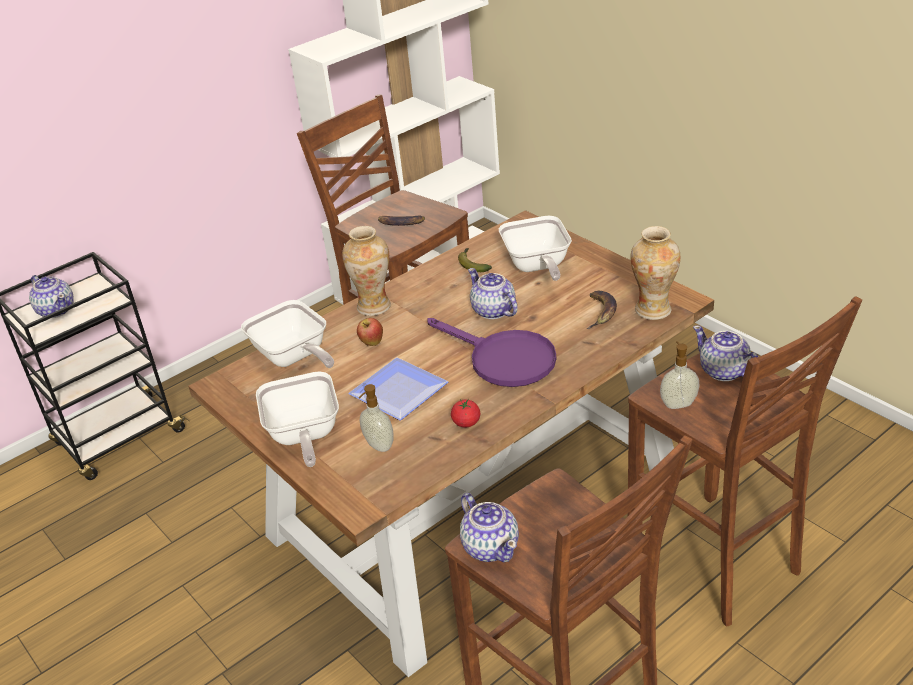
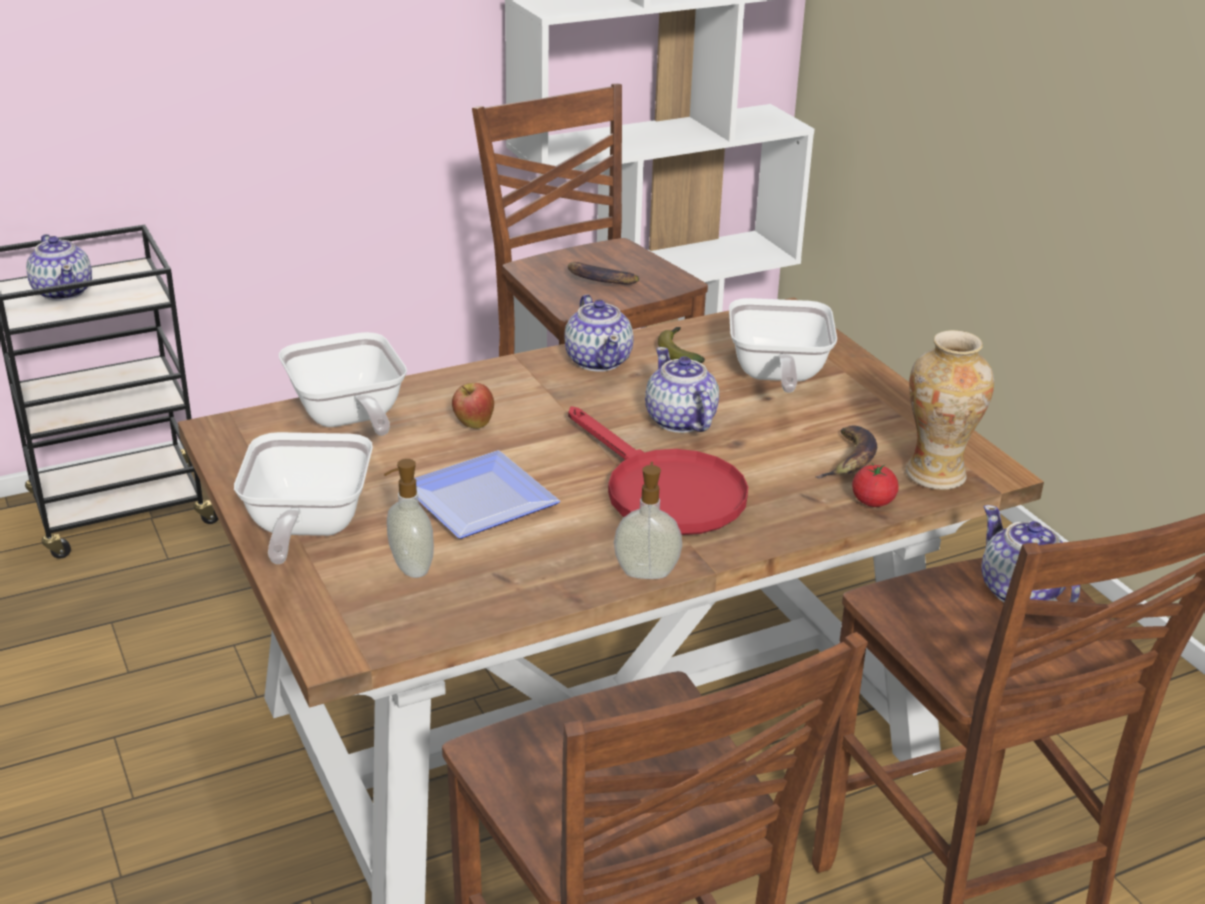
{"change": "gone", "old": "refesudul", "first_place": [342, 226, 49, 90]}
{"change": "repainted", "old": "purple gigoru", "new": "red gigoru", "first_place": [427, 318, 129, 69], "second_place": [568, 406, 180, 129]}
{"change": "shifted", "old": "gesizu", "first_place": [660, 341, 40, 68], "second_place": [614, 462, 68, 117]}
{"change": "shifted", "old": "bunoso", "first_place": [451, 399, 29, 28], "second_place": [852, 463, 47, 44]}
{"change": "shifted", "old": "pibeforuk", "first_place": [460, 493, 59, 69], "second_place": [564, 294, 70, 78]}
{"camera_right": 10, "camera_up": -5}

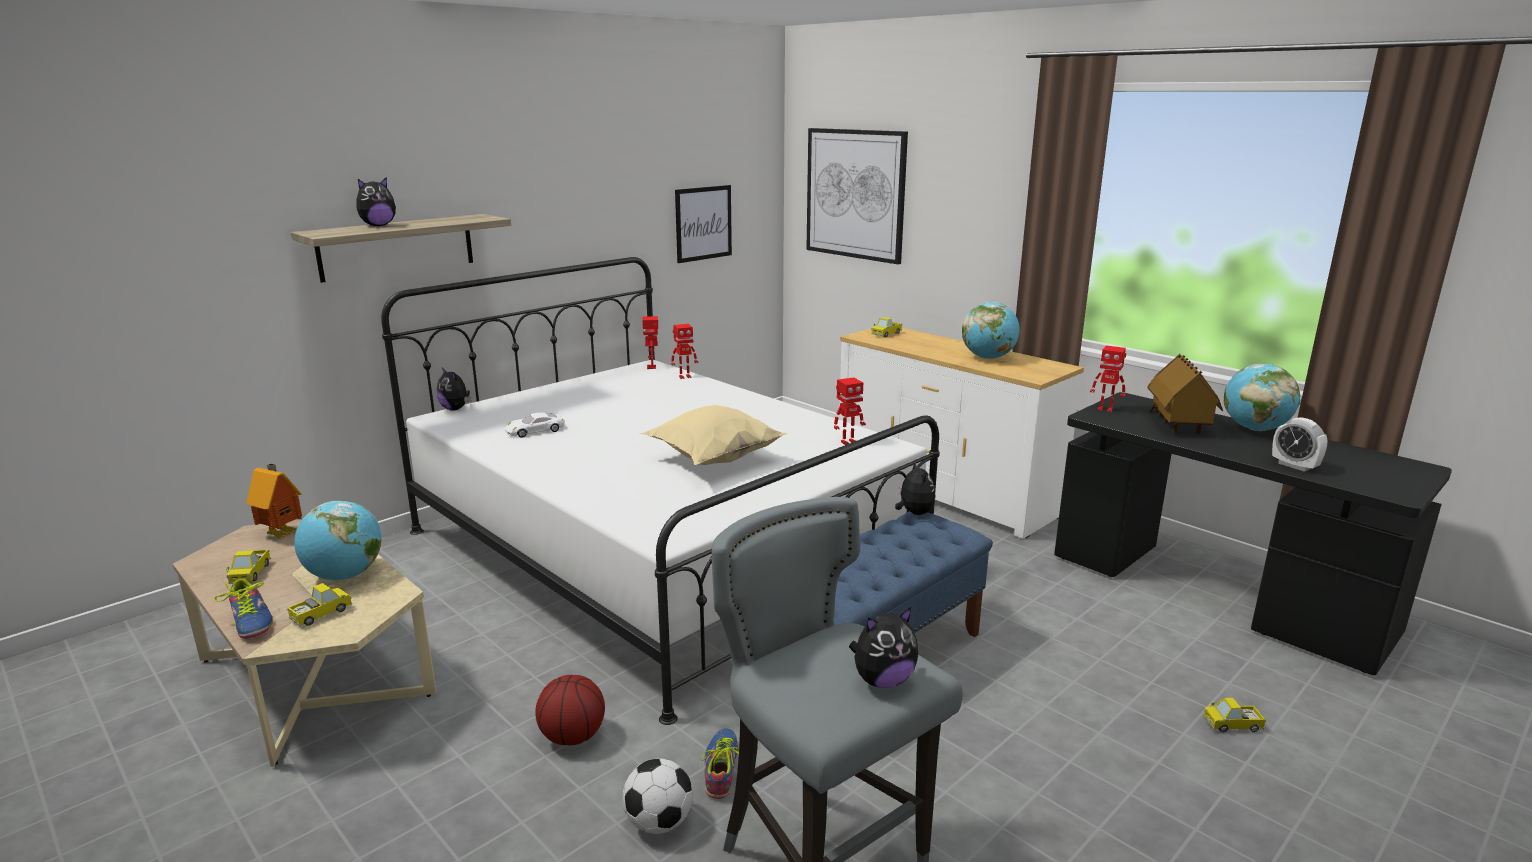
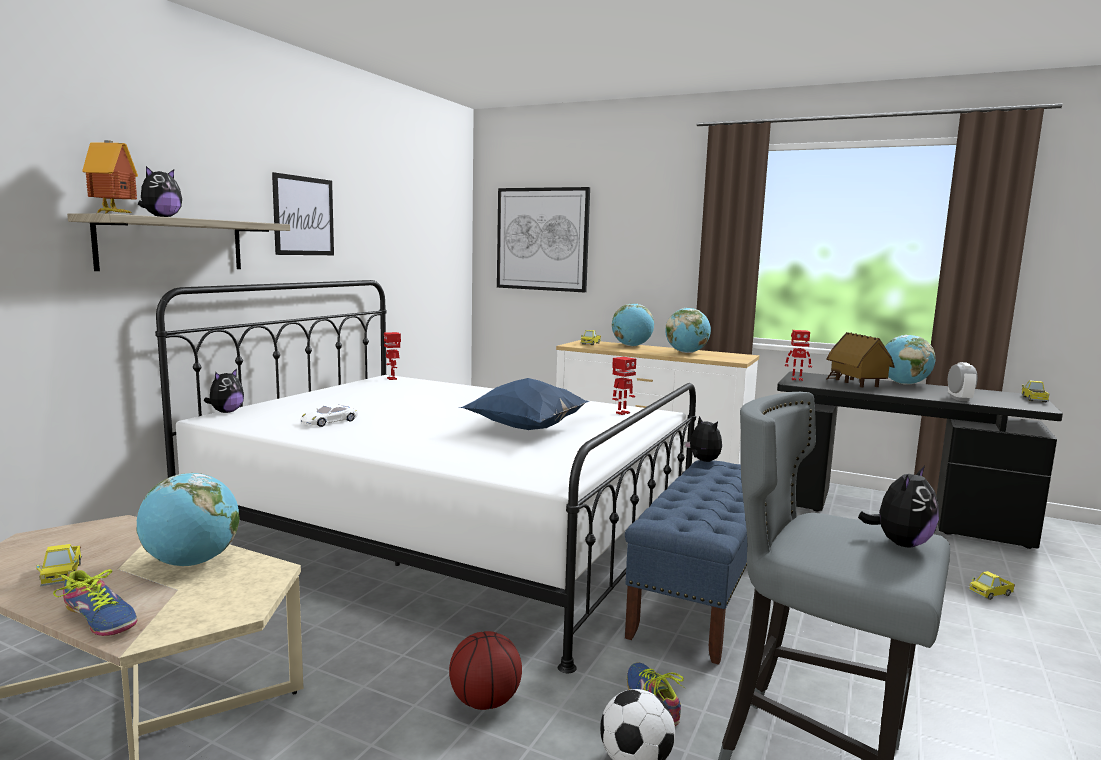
{"change": "shifted", "old": "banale", "first_place": [675, 185, 57, 78], "second_place": [272, 172, 62, 83]}
{"change": "gone", "old": "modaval", "first_place": [671, 324, 27, 55]}
{"change": "rotated", "old": "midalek", "first_place": [437, 367, 34, 44], "second_place": [204, 368, 40, 45], "degrees": -90}
{"change": "repainted", "old": "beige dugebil", "new": "blue dugebil", "first_place": [639, 405, 149, 60], "second_place": [459, 378, 130, 52]}
{"change": "rotated", "old": "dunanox", "first_place": [1272, 417, 56, 55], "second_place": [948, 362, 30, 39], "degrees": -120}
{"change": "shifted", "old": "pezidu", "first_place": [246, 463, 56, 76], "second_place": [82, 140, 56, 73]}
{"change": "shifted", "old": "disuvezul", "first_place": [287, 583, 65, 43], "second_place": [1021, 380, 29, 22]}
{"change": "new", "new": "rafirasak", "second_place": [612, 303, 42, 43]}
{"camera_right": -20, "camera_up": -10}

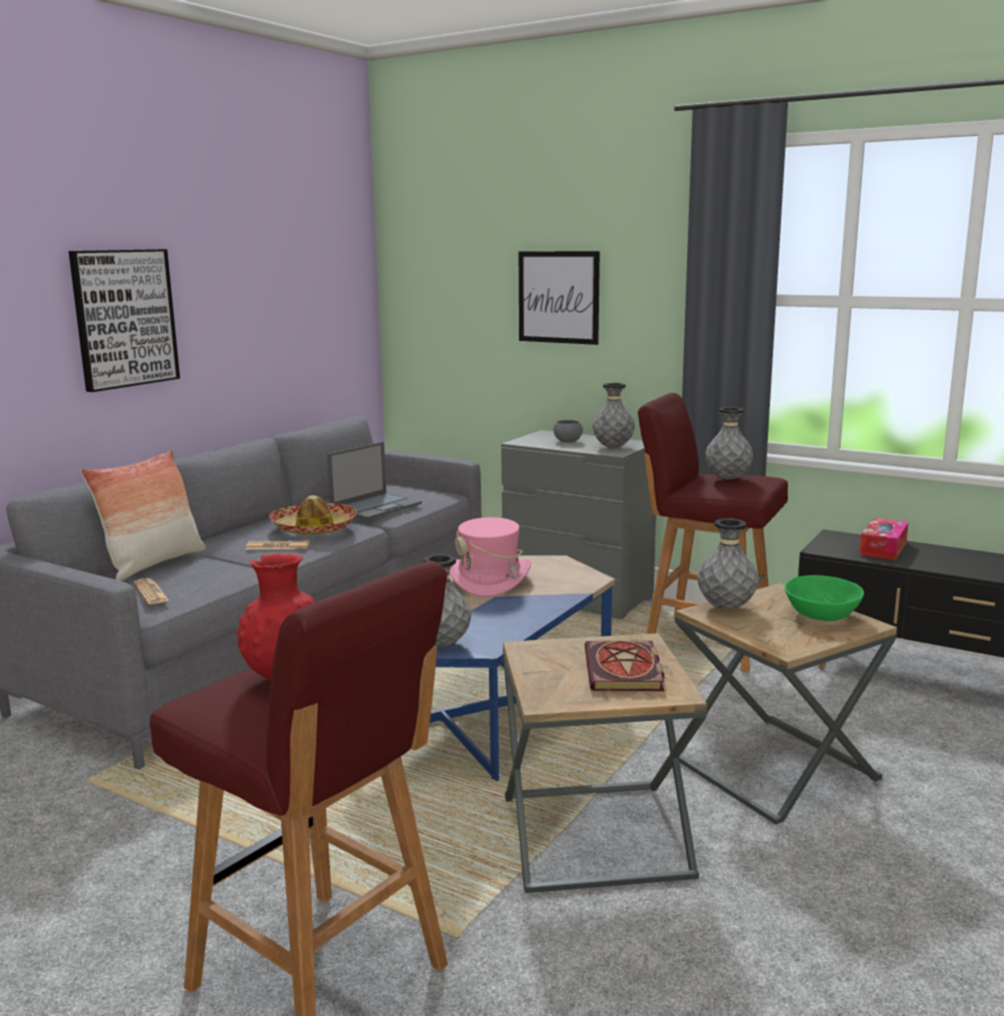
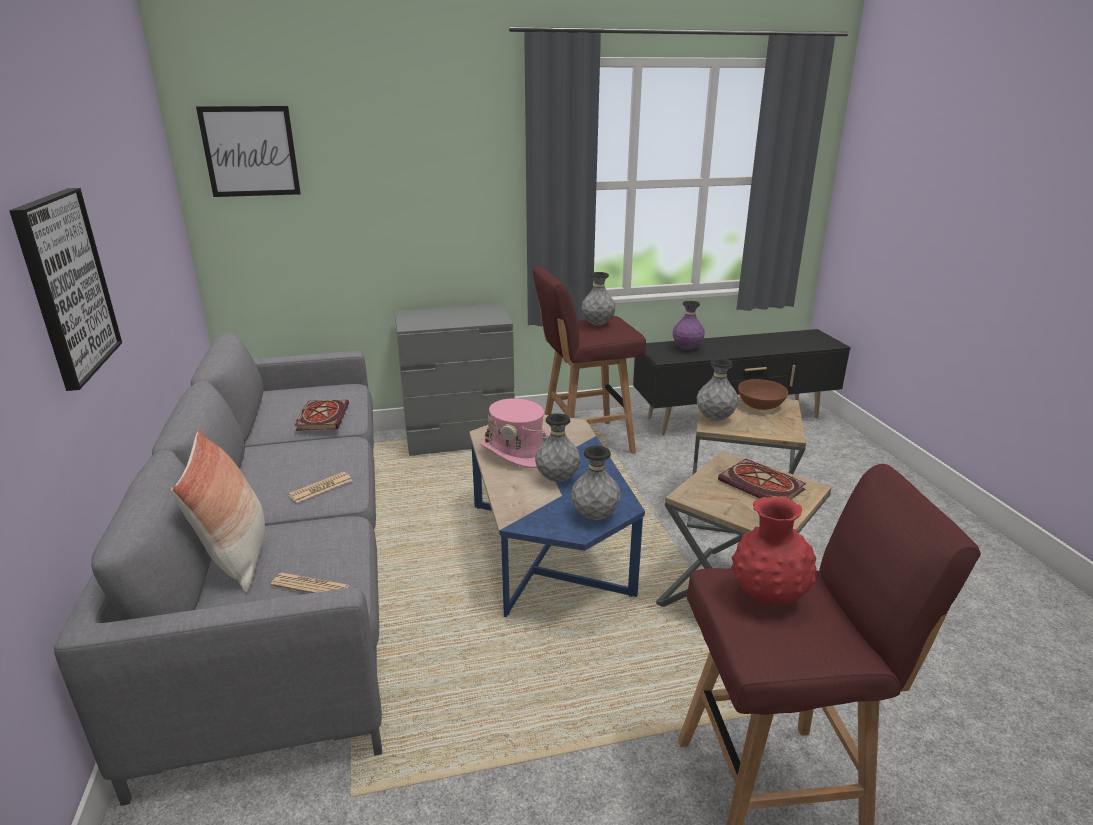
{"change": "shifted", "old": "banale", "first_place": [519, 251, 81, 94], "second_place": [196, 106, 105, 91]}
{"change": "shifted", "old": "grey refesudul", "first_place": [592, 383, 43, 65], "second_place": [535, 413, 45, 69]}
{"change": "gone", "old": "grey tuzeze", "first_place": [553, 420, 30, 22]}
{"change": "swapped", "old": "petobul", "new": "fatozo", "first_place": [327, 442, 95, 77], "second_place": [295, 400, 54, 31]}
{"change": "gone", "old": "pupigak", "first_place": [269, 495, 88, 40]}
{"change": "swapped", "old": "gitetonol", "new": "purple refesudul", "first_place": [859, 518, 50, 42], "second_place": [673, 301, 32, 49]}
{"change": "repainted", "old": "green tuzeze", "new": "brown tuzeze", "first_place": [784, 575, 80, 46], "second_place": [738, 379, 50, 31]}
{"camera_right": -45, "camera_up": 10}

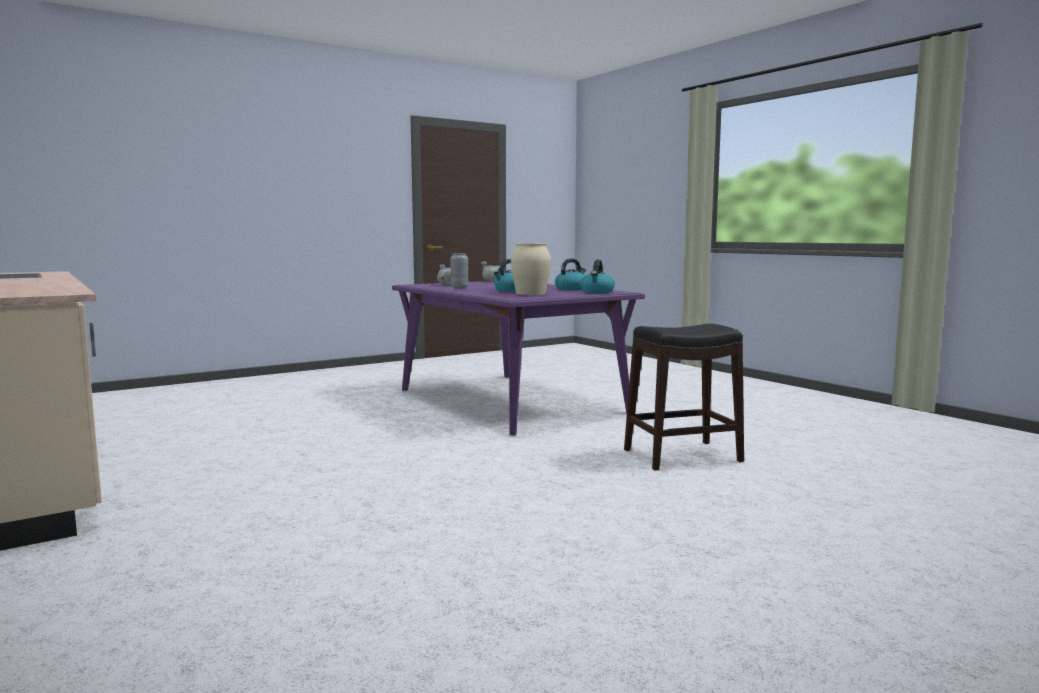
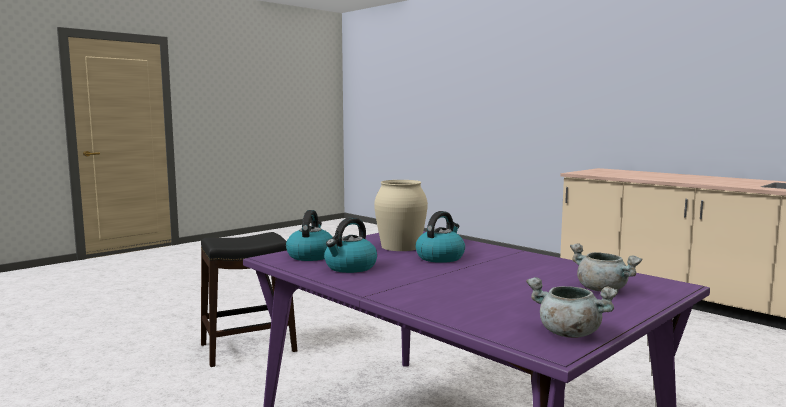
{"change": "gone", "old": "grey refesudul", "first_place": [450, 253, 18, 36]}
{"camera_right": 170, "camera_up": 0}

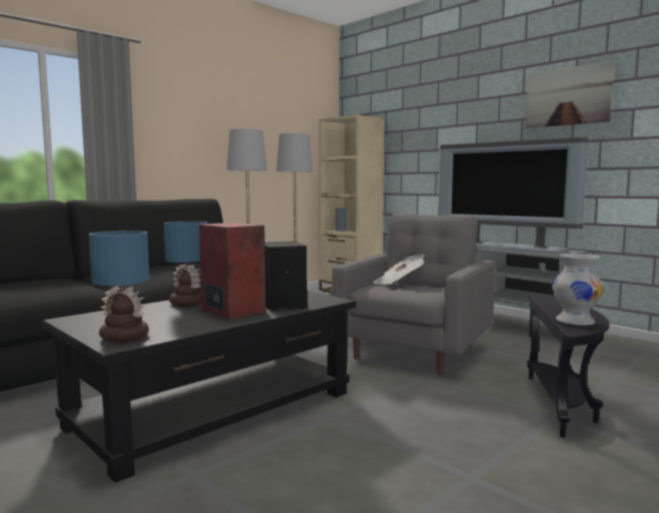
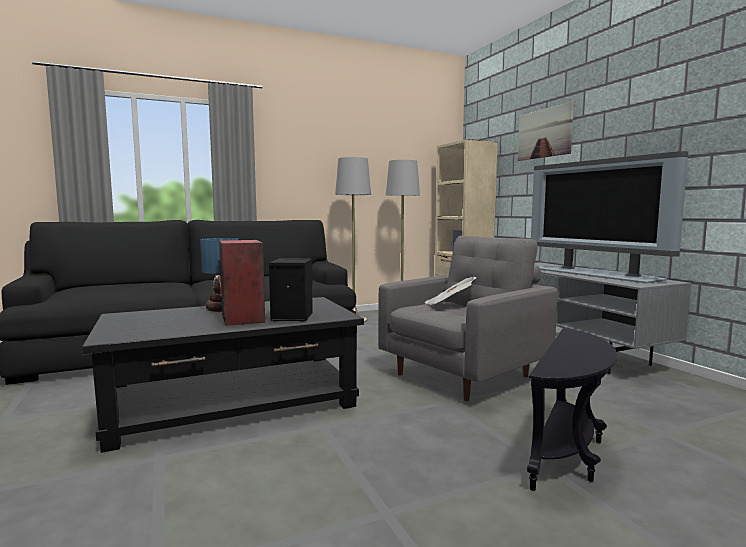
{"change": "shifted", "old": "banale", "first_place": [525, 61, 89, 67], "second_place": [518, 102, 56, 59]}
{"change": "gone", "old": "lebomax", "first_place": [89, 231, 61, 111]}
{"change": "gone", "old": "white refesudul", "first_place": [552, 254, 52, 71]}
{"camera_right": 20, "camera_up": 0}

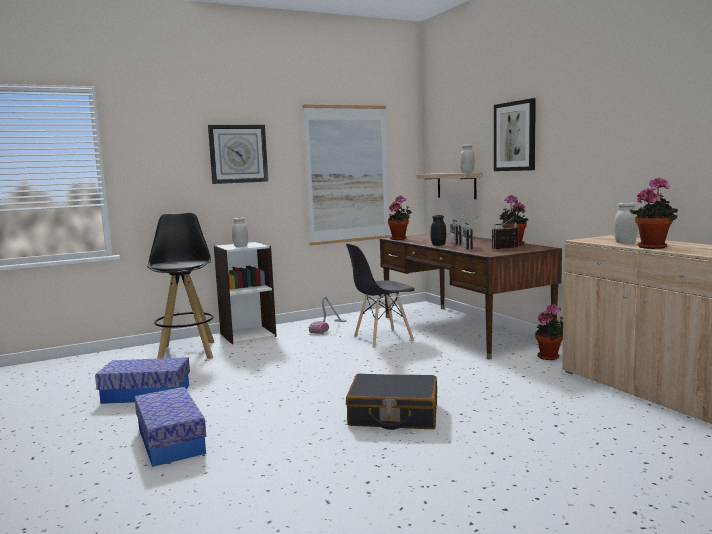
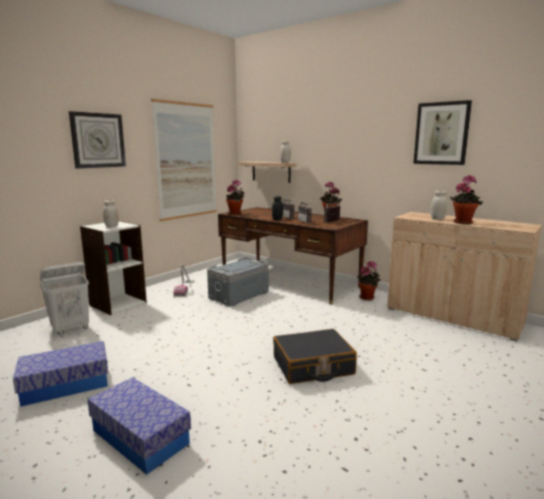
{"change": "shifted", "old": "banale", "first_place": [494, 98, 42, 73], "second_place": [413, 100, 59, 65]}
{"change": "swapped", "old": "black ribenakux", "new": "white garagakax", "first_place": [147, 212, 67, 147], "second_place": [40, 262, 49, 73]}
{"change": "swapped", "old": "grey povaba", "new": "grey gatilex", "first_place": [346, 243, 69, 105], "second_place": [207, 257, 62, 49]}
{"camera_right": -25, "camera_up": 5}

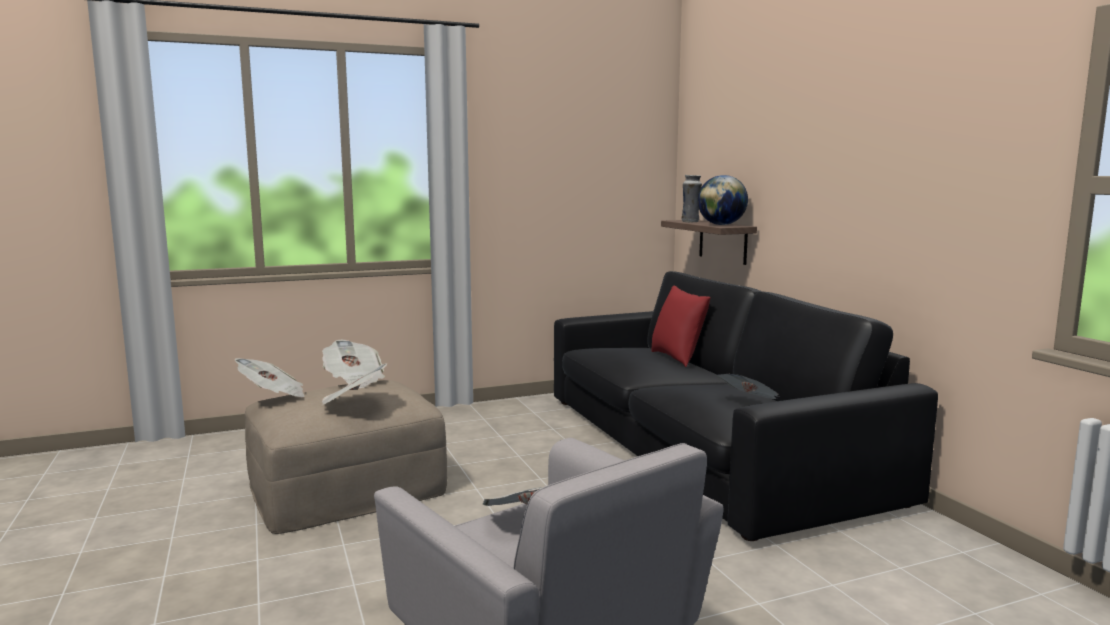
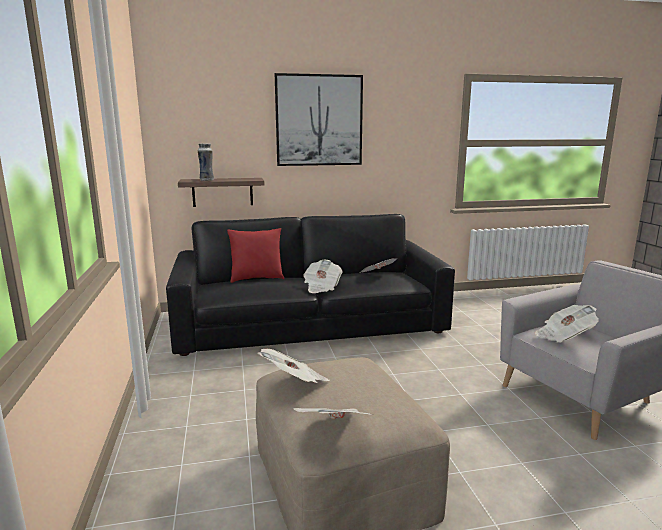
{"change": "gone", "old": "rafirasak", "first_place": [698, 175, 50, 50]}
{"change": "shifted", "old": "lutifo", "first_place": [322, 363, 65, 42], "second_place": [303, 259, 39, 34]}
{"change": "new", "new": "banale", "second_place": [275, 73, 88, 93]}
{"camera_right": -80, "camera_up": 5}

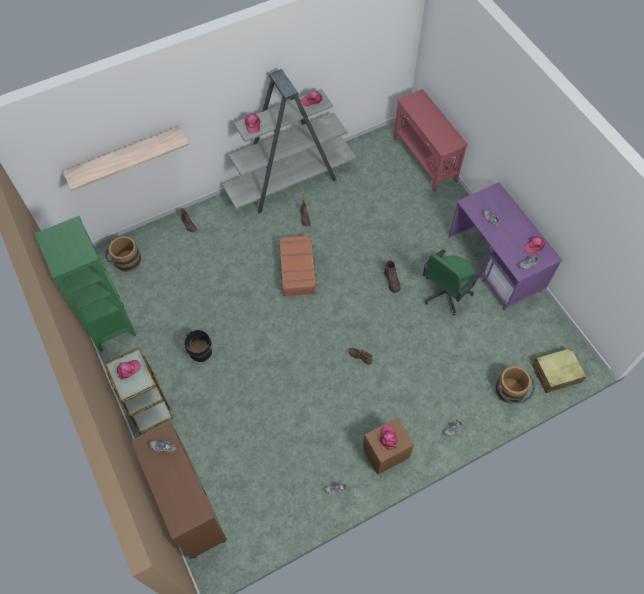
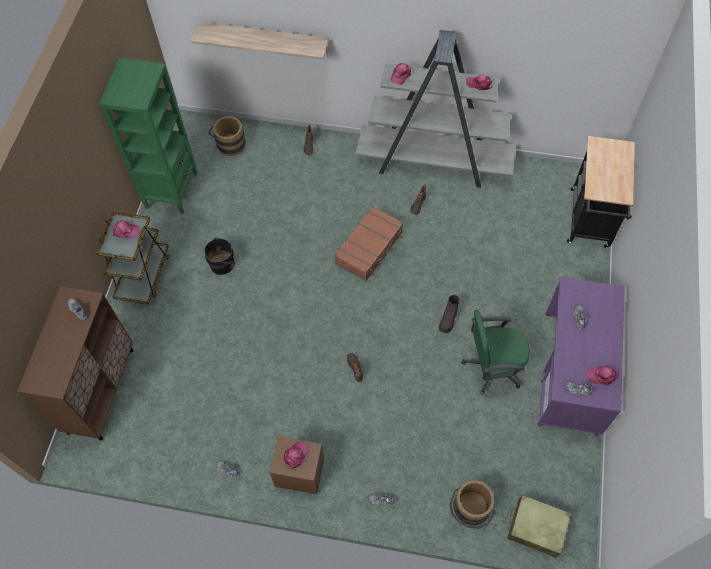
{"change": "swapped", "old": "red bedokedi", "new": "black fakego", "first_place": [393, 89, 75, 103], "second_place": [567, 136, 68, 112]}
{"camera_right": 40, "camera_up": 0}

